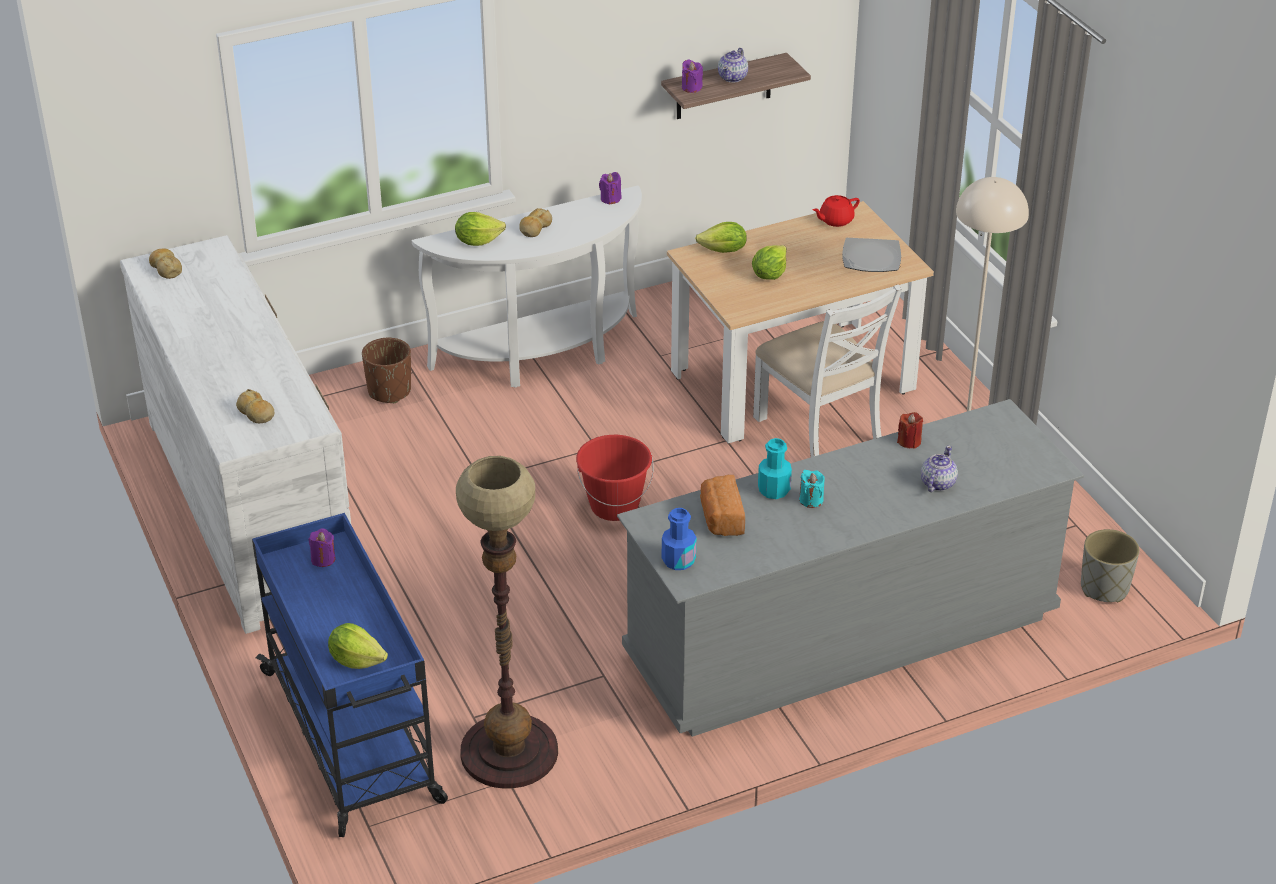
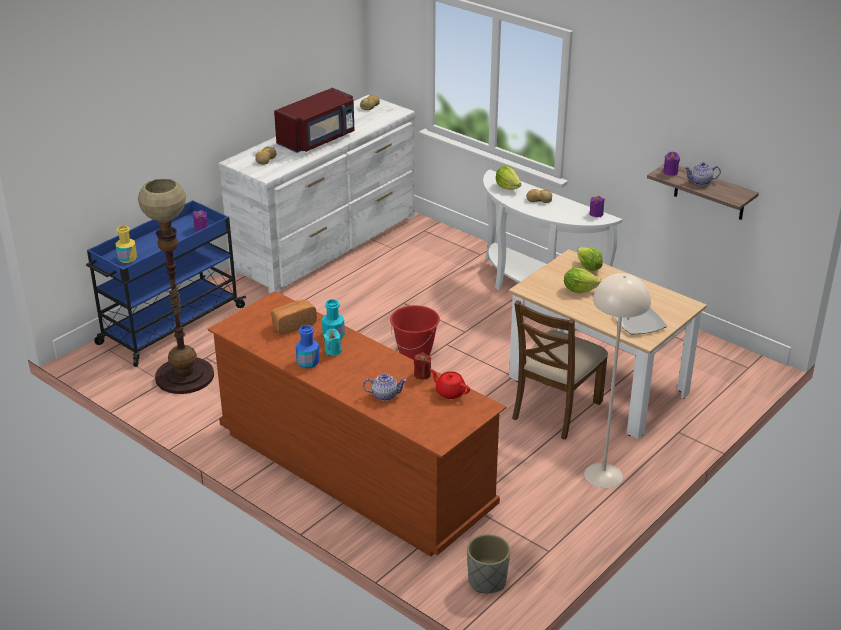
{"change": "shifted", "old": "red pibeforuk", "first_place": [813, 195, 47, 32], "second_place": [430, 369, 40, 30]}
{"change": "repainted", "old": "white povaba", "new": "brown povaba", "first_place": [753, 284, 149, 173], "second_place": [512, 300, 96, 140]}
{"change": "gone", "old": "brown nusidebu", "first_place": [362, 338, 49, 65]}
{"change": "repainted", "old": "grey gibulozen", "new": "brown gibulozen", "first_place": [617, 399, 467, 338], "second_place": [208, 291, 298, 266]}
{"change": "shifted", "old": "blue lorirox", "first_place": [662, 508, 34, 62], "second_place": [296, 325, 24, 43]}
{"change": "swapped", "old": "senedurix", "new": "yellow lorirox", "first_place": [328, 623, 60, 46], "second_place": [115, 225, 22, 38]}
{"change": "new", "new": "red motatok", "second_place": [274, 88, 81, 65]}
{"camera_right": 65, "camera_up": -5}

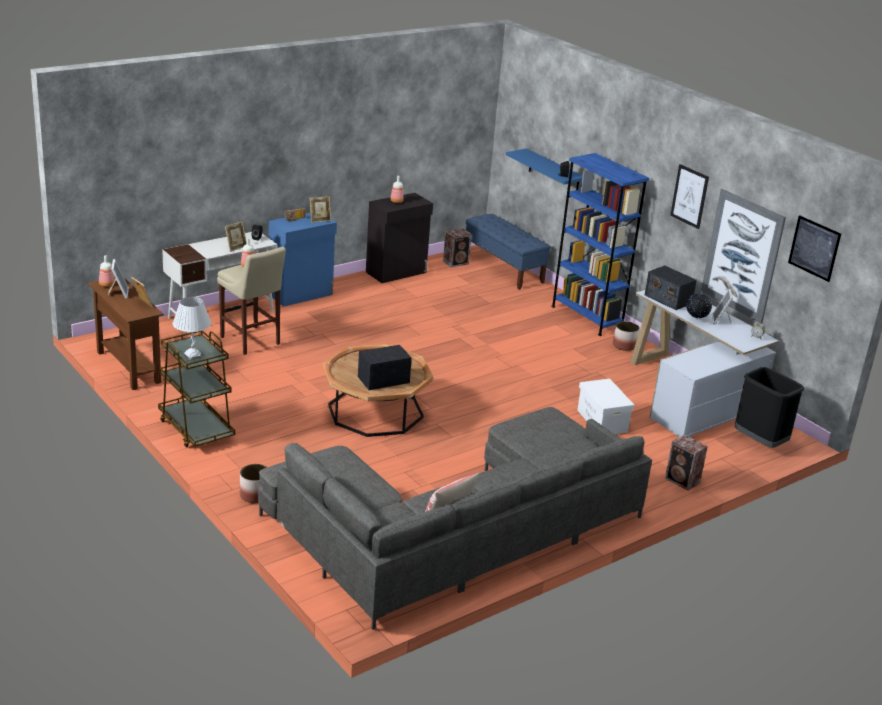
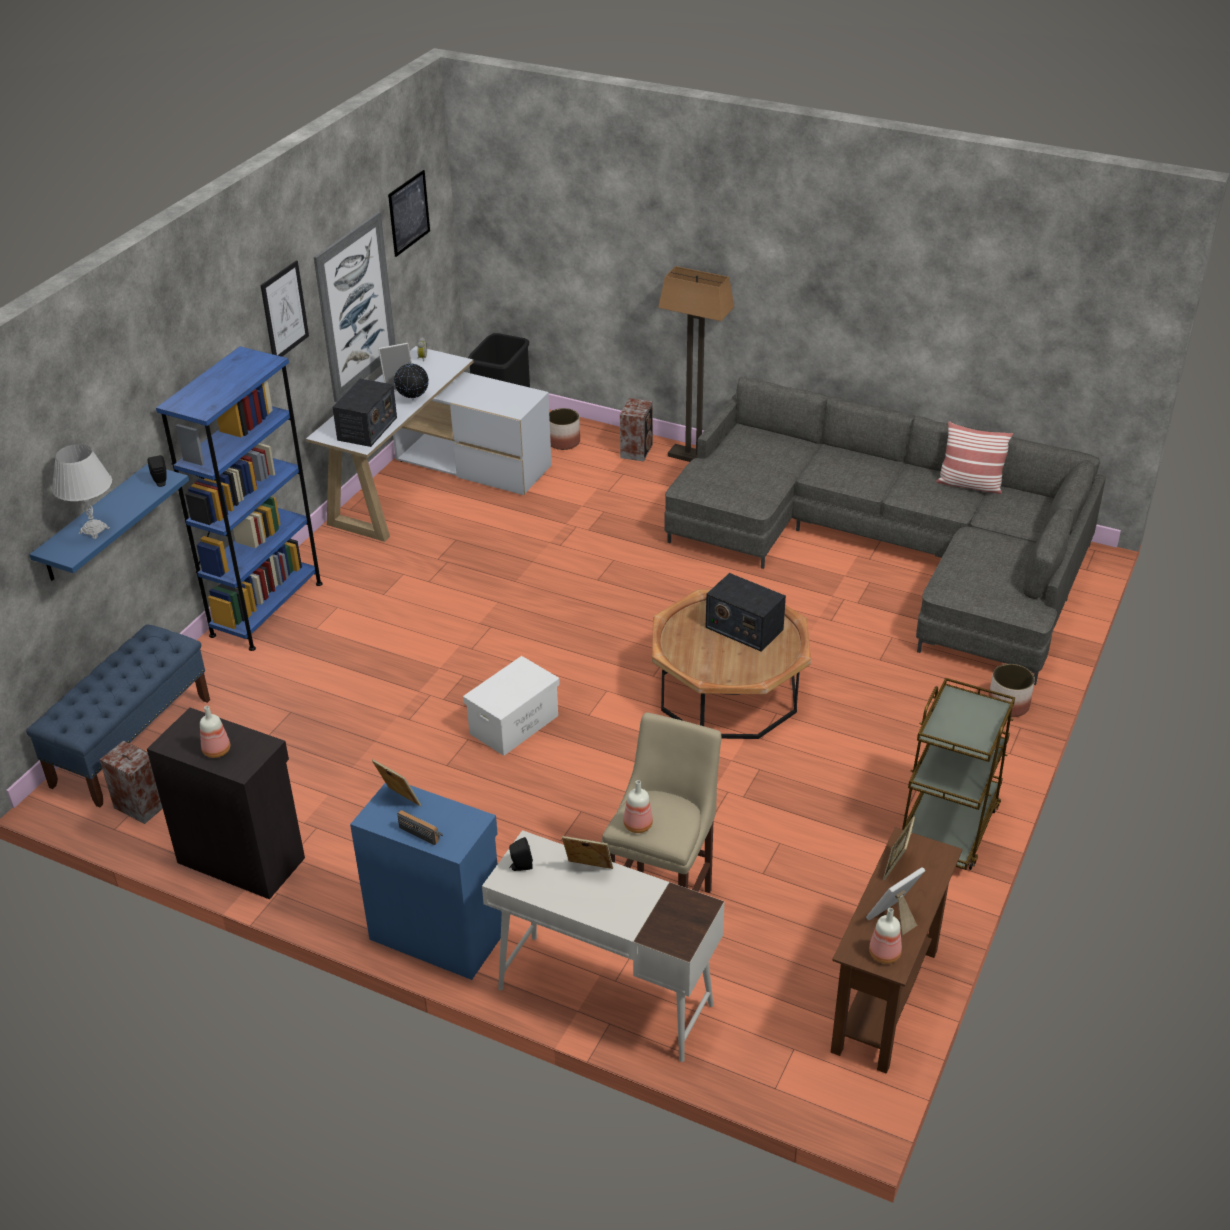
{"change": "shifted", "old": "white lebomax", "first_place": [173, 297, 38, 63], "second_place": [52, 444, 60, 95]}
{"change": "shifted", "old": "nusidebu", "first_place": [613, 321, 27, 30], "second_place": [549, 408, 31, 42]}
{"change": "shifted", "old": "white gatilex", "first_place": [577, 379, 57, 55], "second_place": [463, 656, 97, 100]}
{"change": "new", "new": "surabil", "second_place": [658, 266, 76, 196]}
{"camera_right": -115, "camera_up": 10}

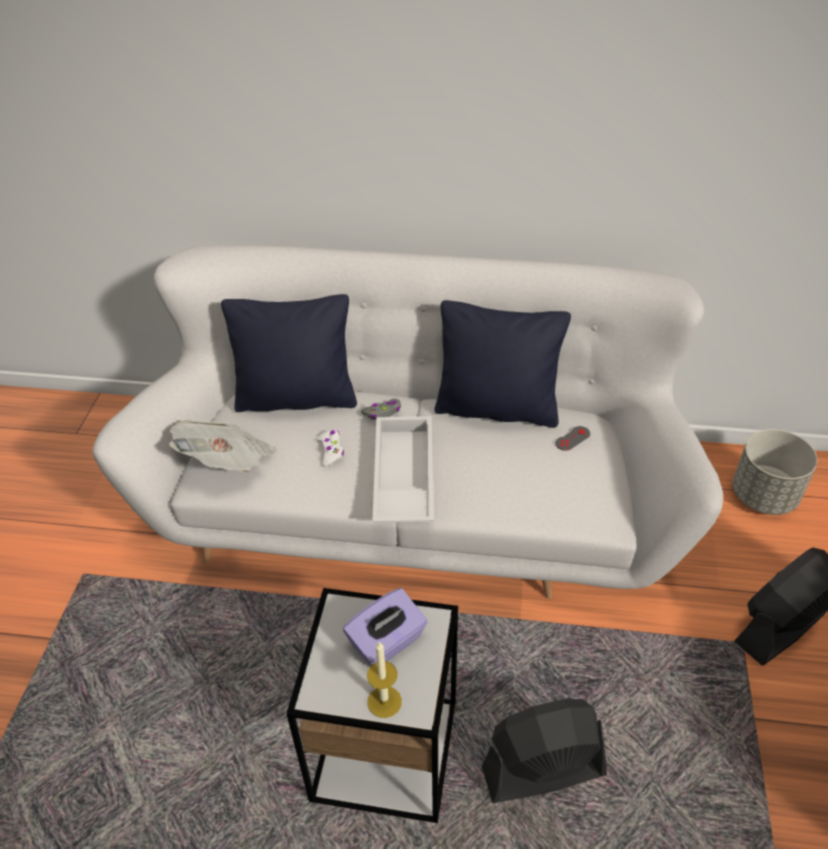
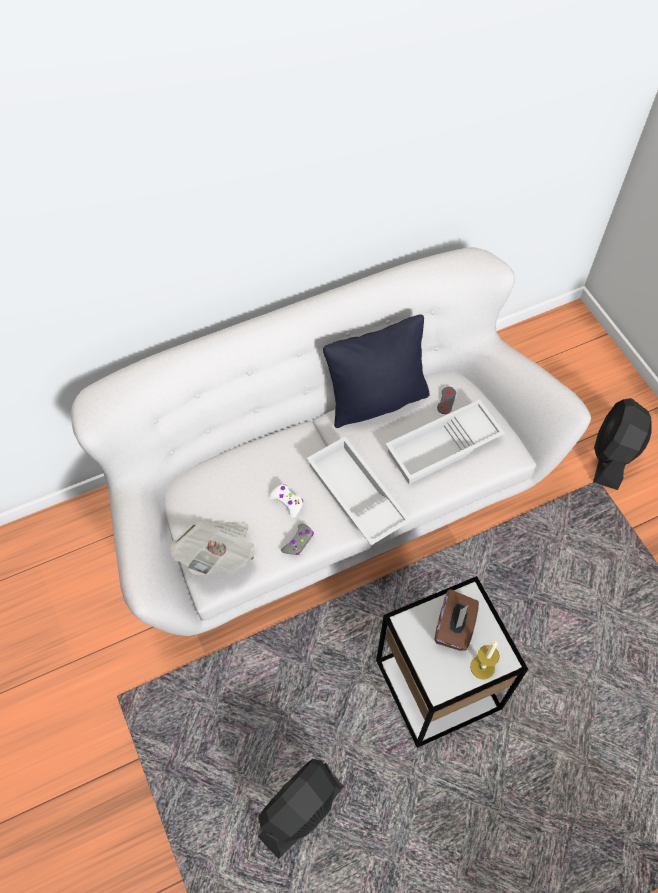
{"change": "gone", "old": "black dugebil", "first_place": [221, 294, 136, 118]}
{"change": "shifted", "old": "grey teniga", "first_place": [361, 399, 40, 21], "second_place": [281, 524, 33, 31]}
{"change": "gone", "old": "grey nusidebu", "first_place": [733, 429, 85, 86]}
{"change": "repainted", "old": "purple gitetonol", "new": "brown gitetonol", "first_place": [343, 588, 85, 78], "second_place": [435, 589, 44, 62]}
{"change": "shifted", "old": "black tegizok", "first_place": [482, 699, 125, 105], "second_place": [257, 759, 87, 100]}
{"change": "new", "new": "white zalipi", "second_place": [385, 399, 120, 85]}
{"camera_right": -35, "camera_up": 15}

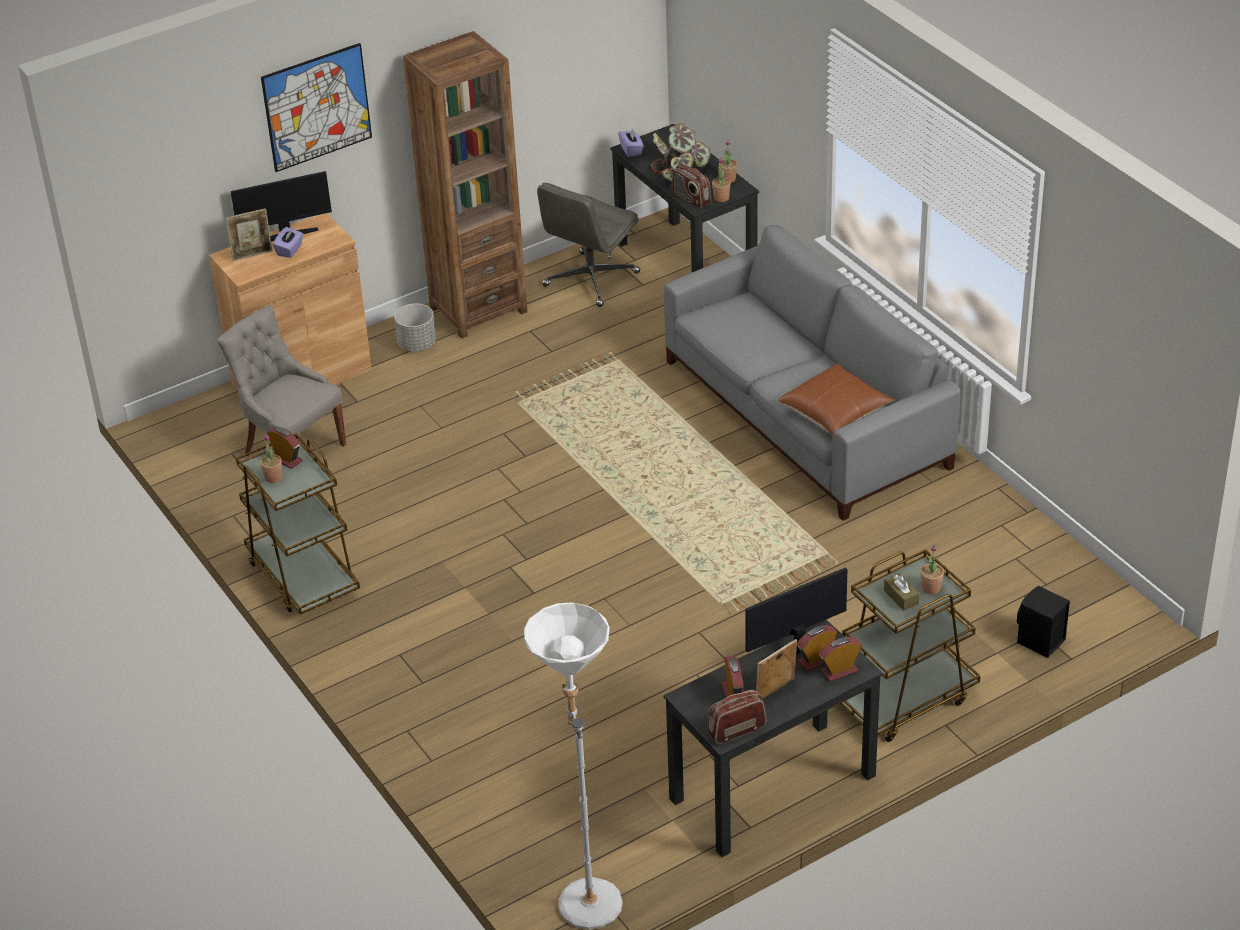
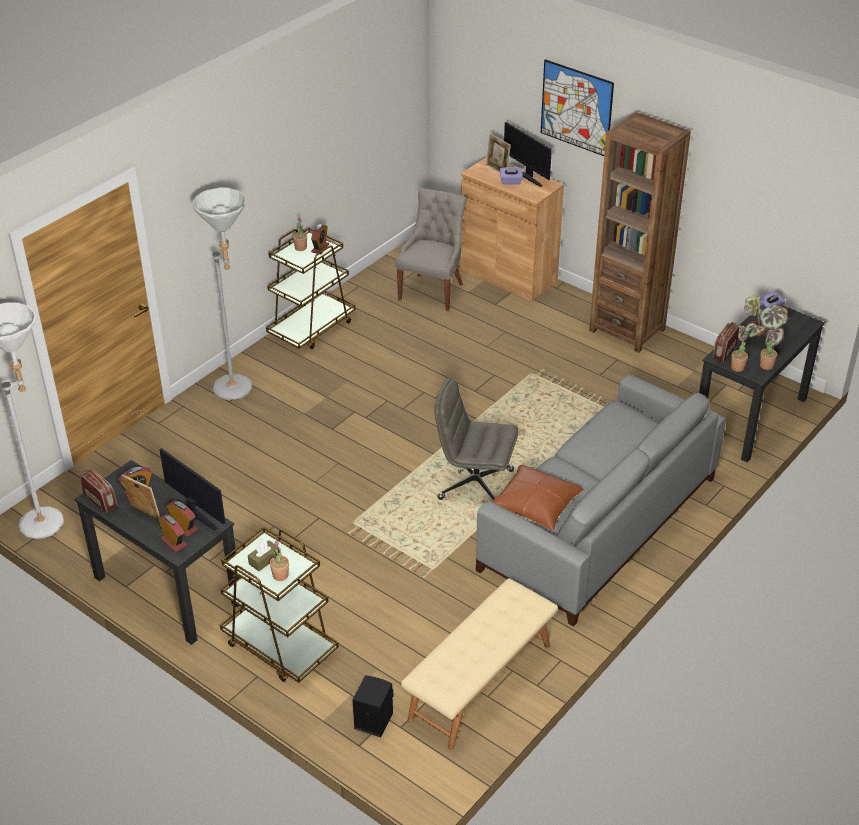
{"change": "shifted", "old": "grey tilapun", "first_place": [537, 183, 103, 124], "second_place": [434, 378, 84, 122]}
{"change": "gone", "old": "grey nusidebu", "first_place": [394, 304, 42, 48]}
{"change": "new", "new": "grey surabil", "second_place": [192, 187, 60, 213]}
{"change": "new", "new": "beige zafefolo", "second_place": [401, 578, 157, 172]}
{"camera_right": 70, "camera_up": 0}

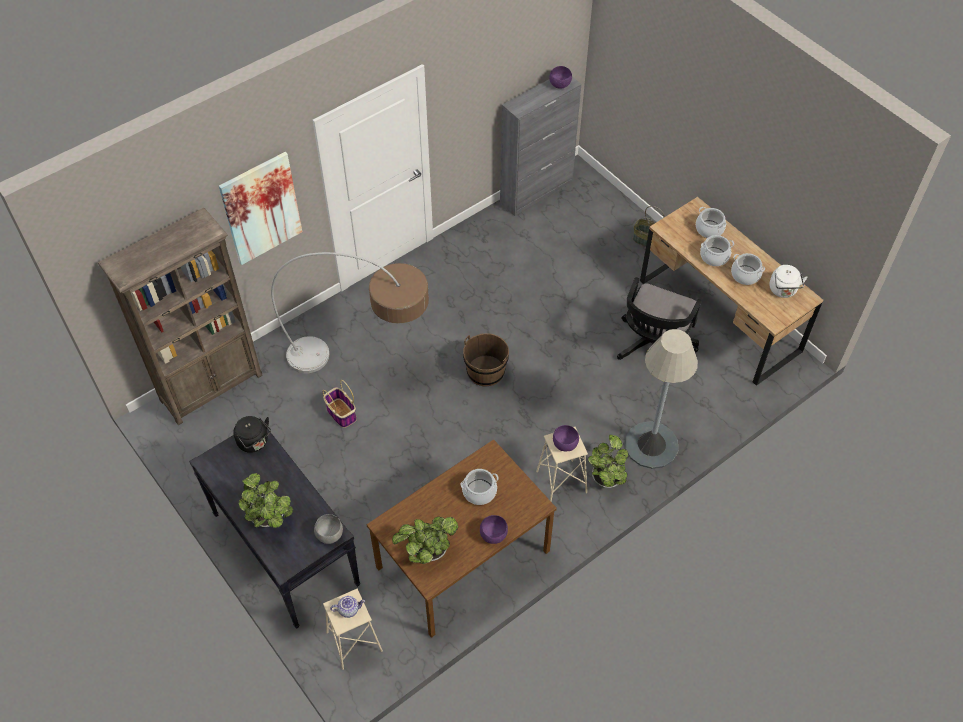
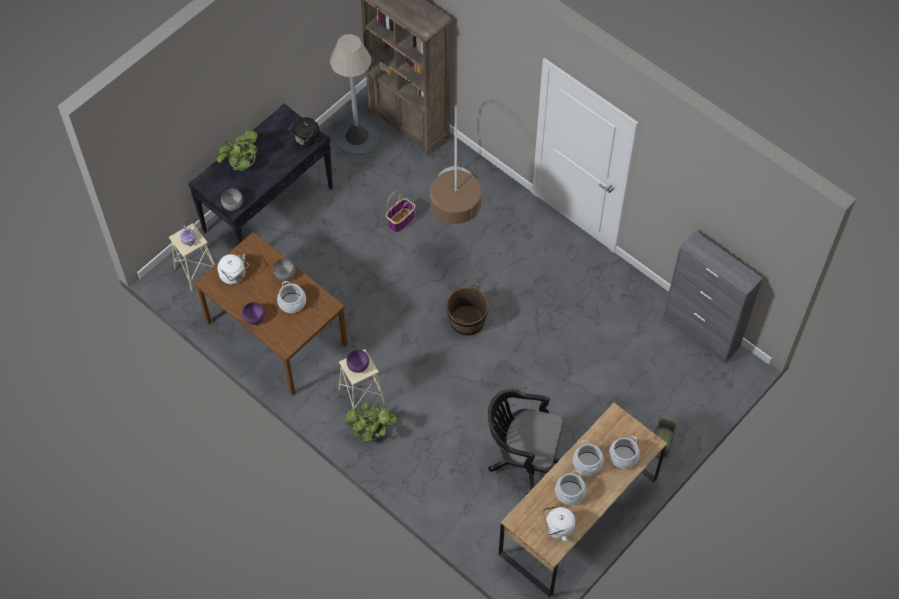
{"change": "gone", "old": "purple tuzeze", "first_place": [549, 66, 23, 23]}
{"change": "gone", "old": "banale", "first_place": [219, 152, 83, 113]}
{"change": "shifted", "old": "grey surabil", "first_place": [625, 329, 73, 140], "second_place": [330, 34, 49, 121]}
{"change": "swapped", "old": "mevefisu", "new": "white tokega", "first_place": [392, 517, 66, 47], "second_place": [218, 254, 31, 30]}
{"change": "new", "new": "grey tuzeze", "second_place": [273, 258, 22, 23]}
{"camera_right": 80, "camera_up": 5}

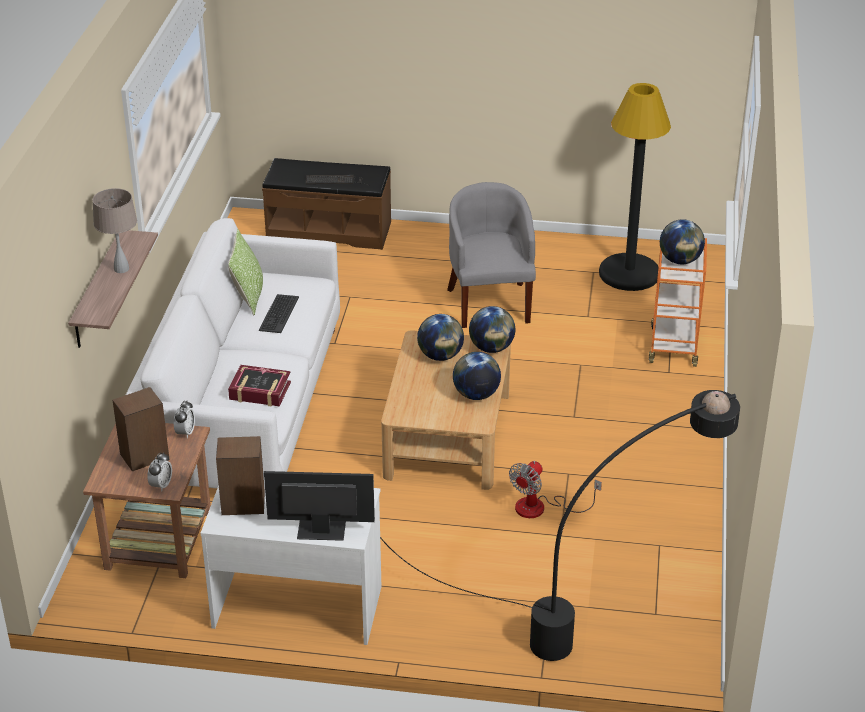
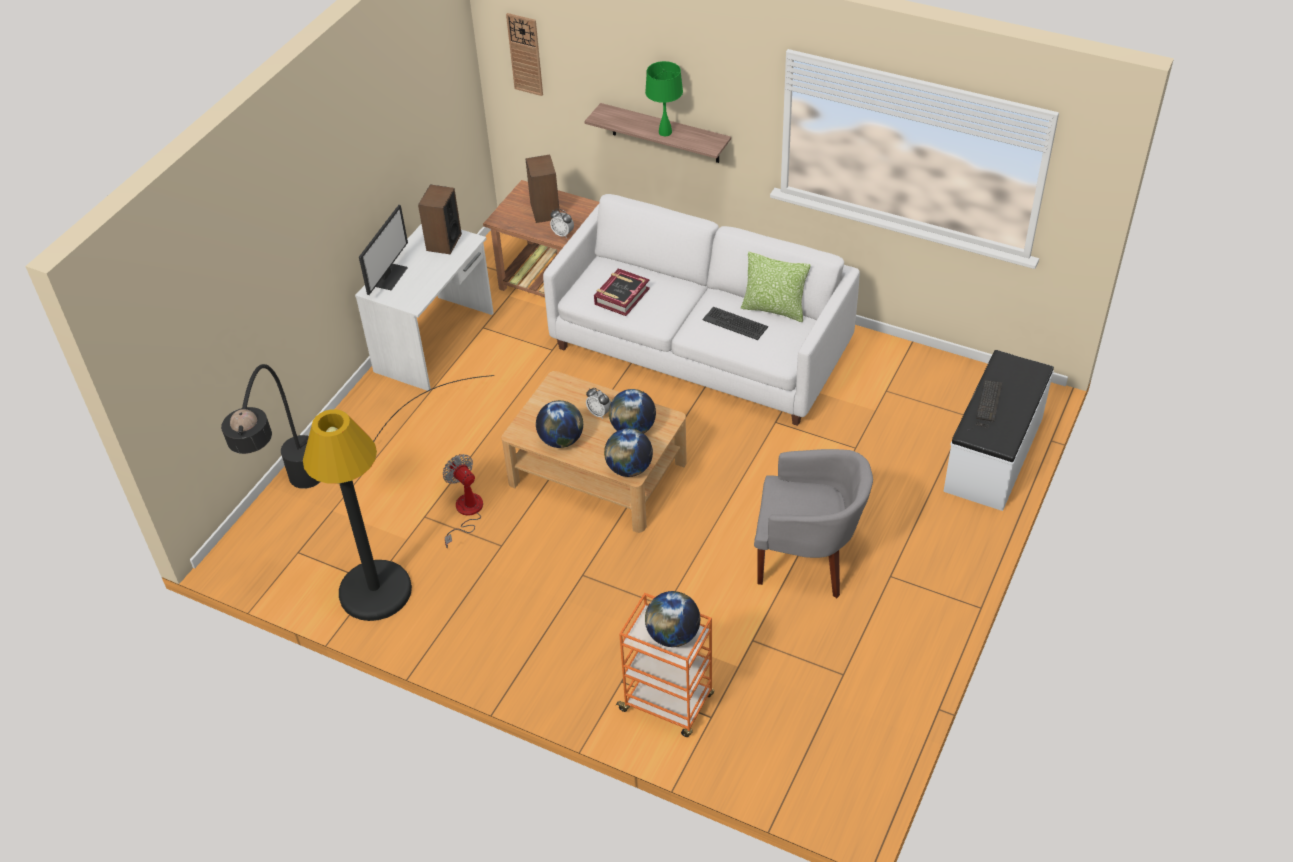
{"change": "shifted", "old": "black surabil", "first_place": [599, 83, 72, 208], "second_place": [303, 409, 109, 212]}
{"change": "repainted", "old": "brown zafefolo", "new": "white zafefolo", "first_place": [262, 158, 129, 92], "second_place": [943, 350, 111, 161]}
{"change": "repainted", "old": "beige lebomax", "new": "green lebomax", "first_place": [93, 188, 44, 85], "second_place": [645, 61, 38, 75]}
{"change": "shifted", "old": "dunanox", "first_place": [147, 453, 25, 39], "second_place": [586, 388, 25, 31]}
{"change": "new", "new": "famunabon", "second_place": [506, 13, 37, 83]}
{"camera_right": 110, "camera_up": 10}

